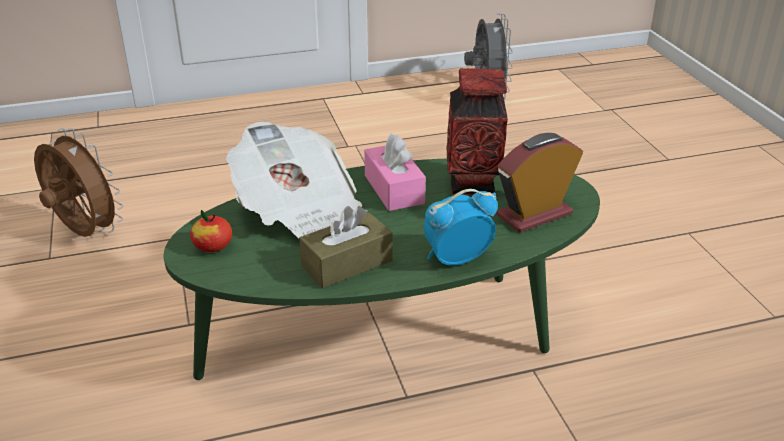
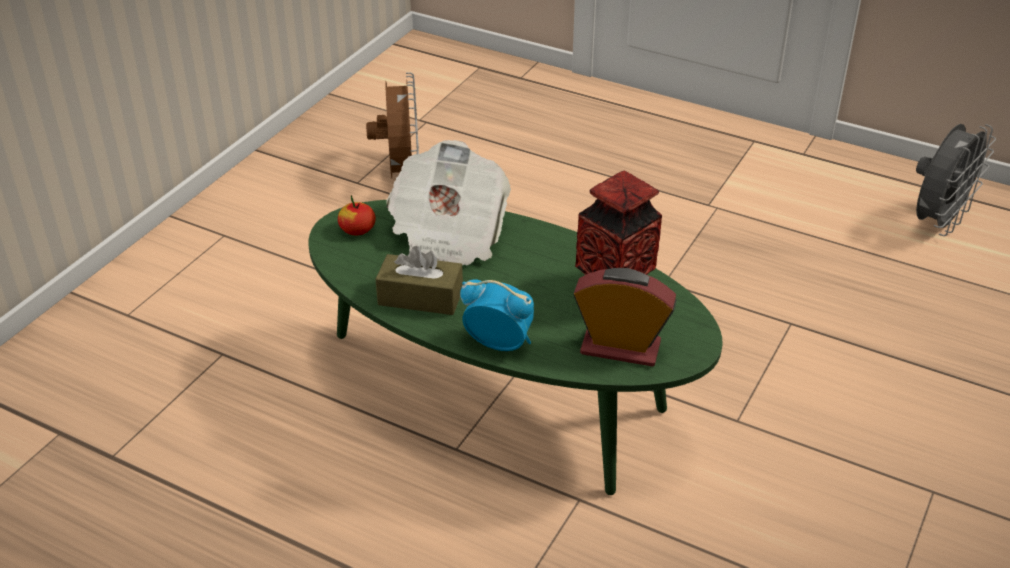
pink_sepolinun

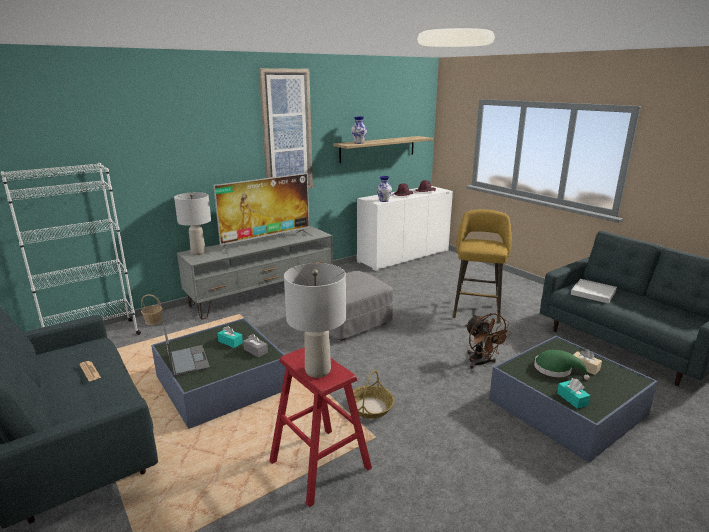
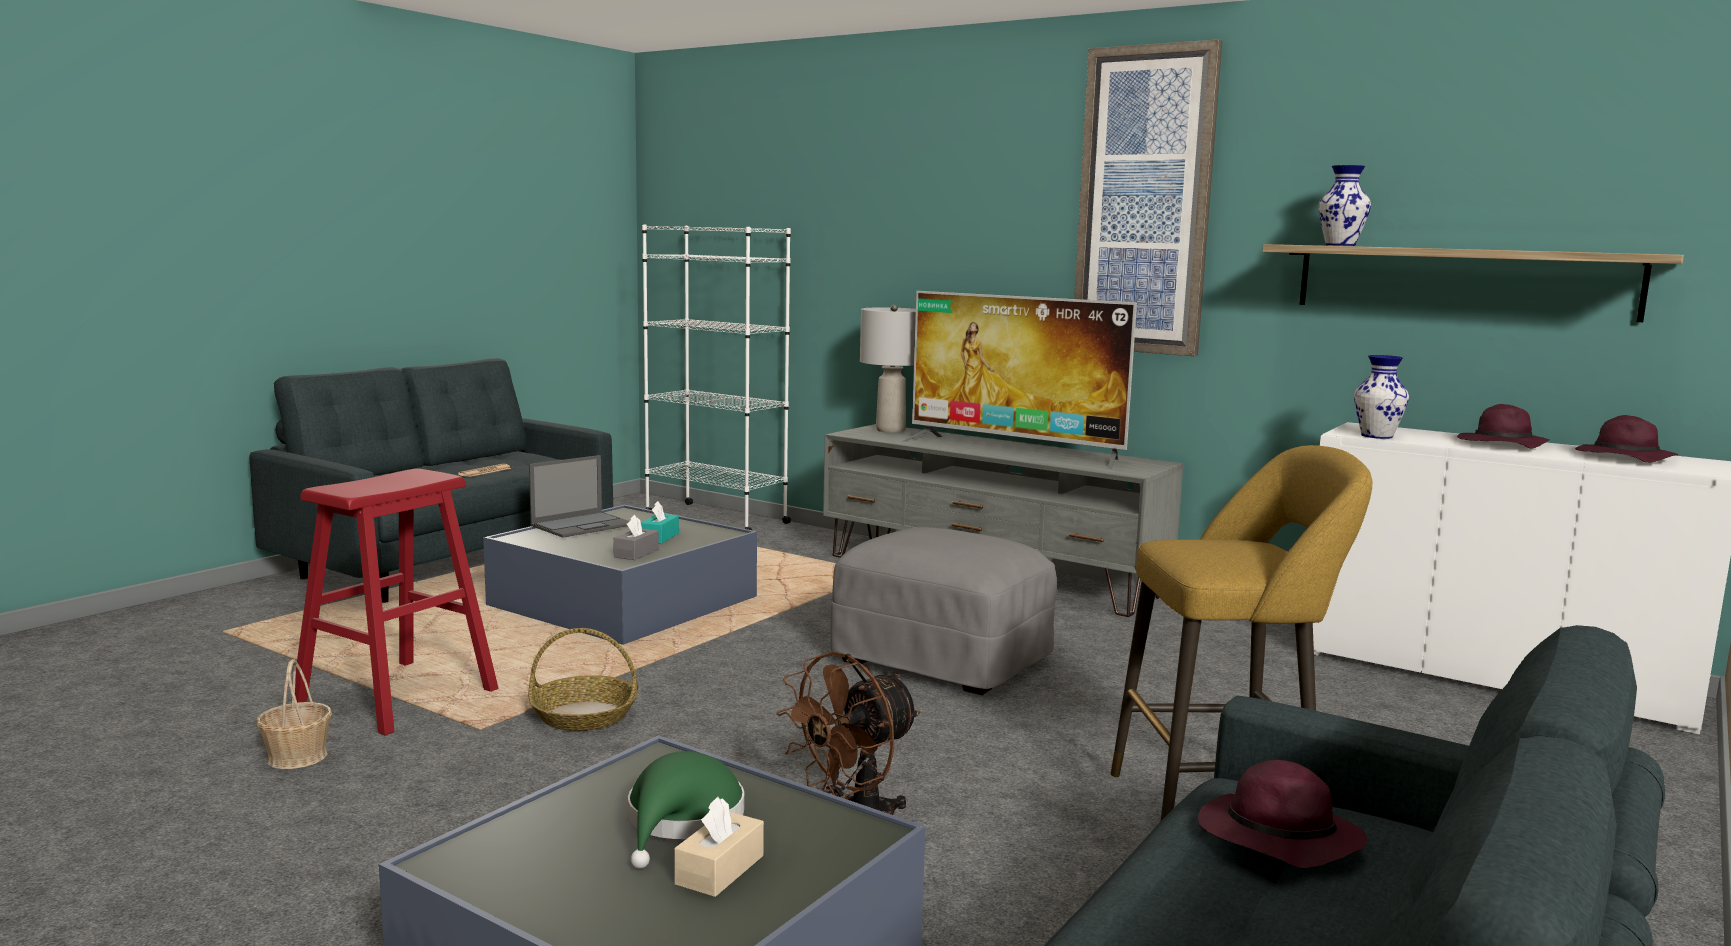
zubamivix (no. 1 from left)
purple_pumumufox (no. 1 from left)
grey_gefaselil (no. 2 from left in the first image)
turquoise_sepolinun (no. 2 from left in the first image)

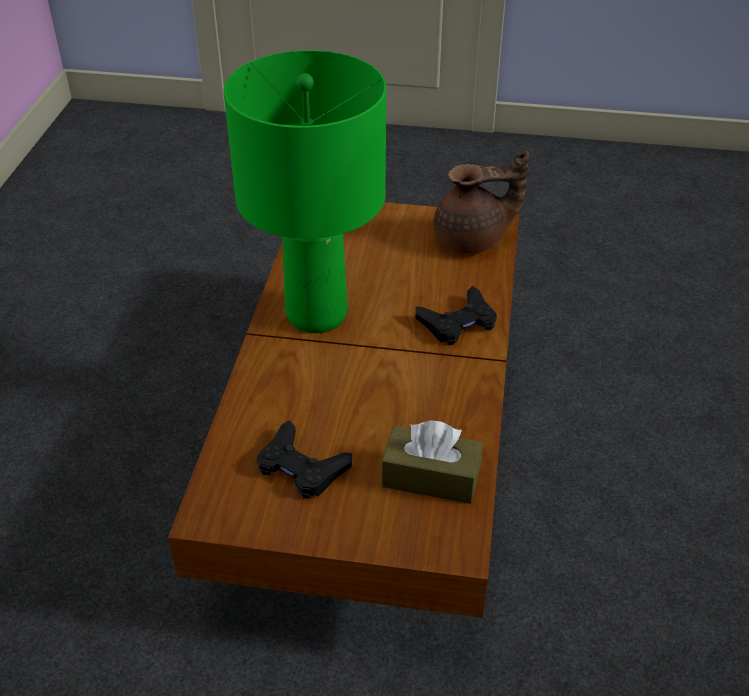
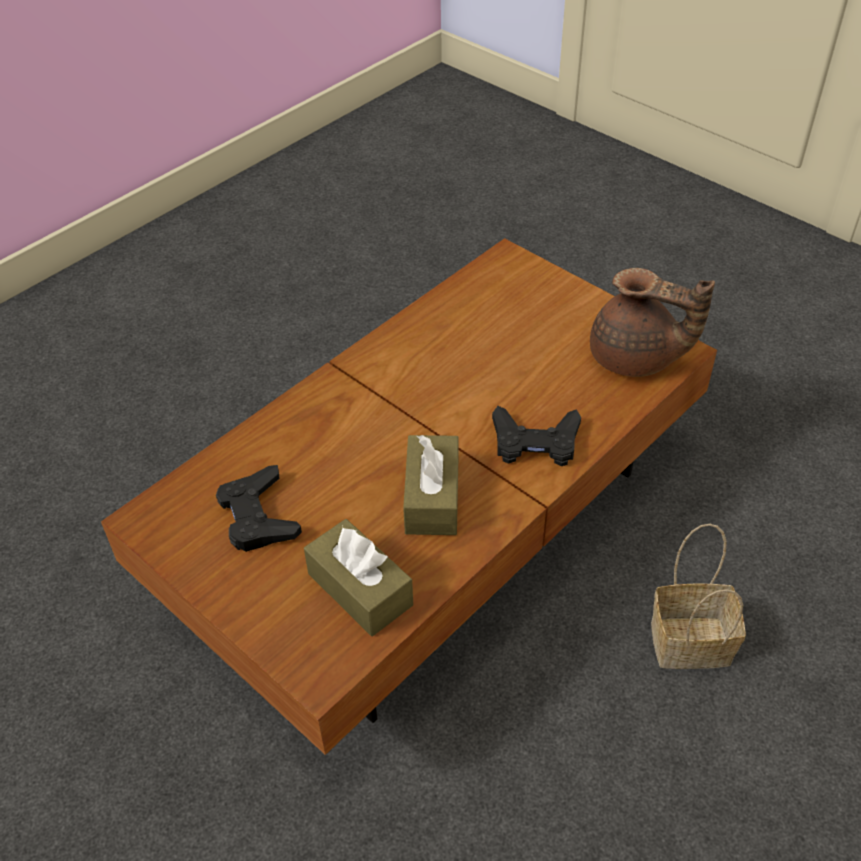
brown_sepolinun (no. 2 from left)
zubamivix
green_gefaselil

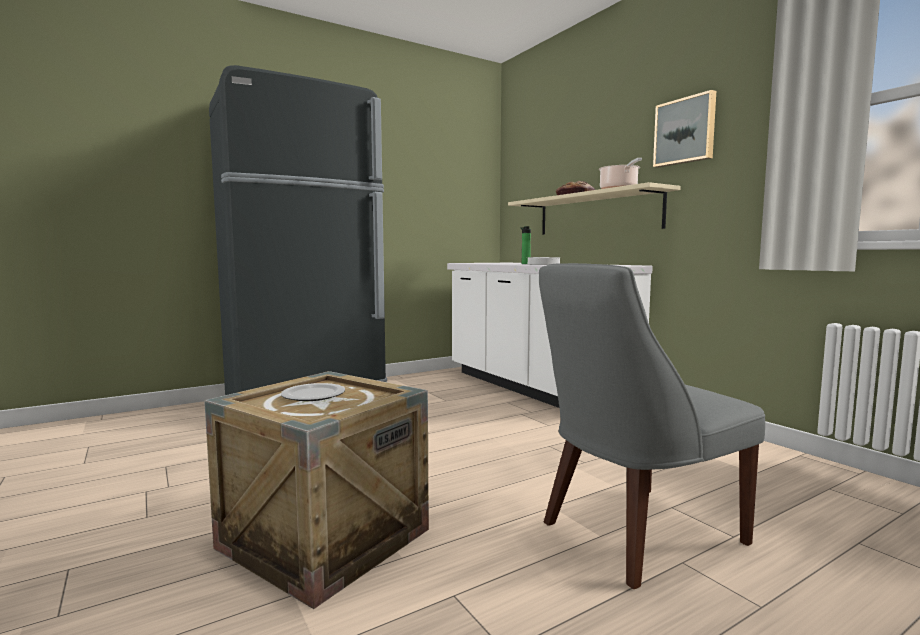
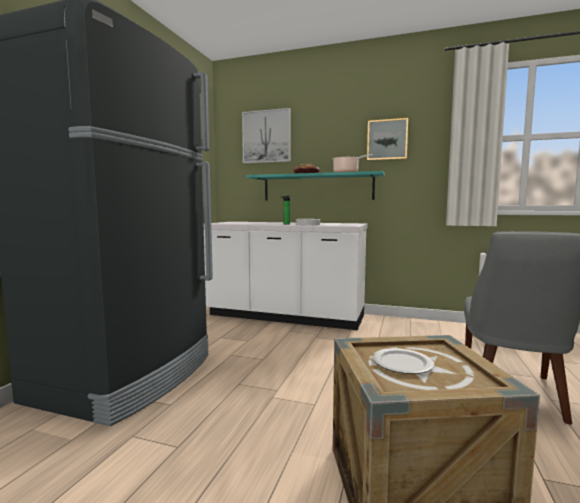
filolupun (no. 1 from left)
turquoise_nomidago

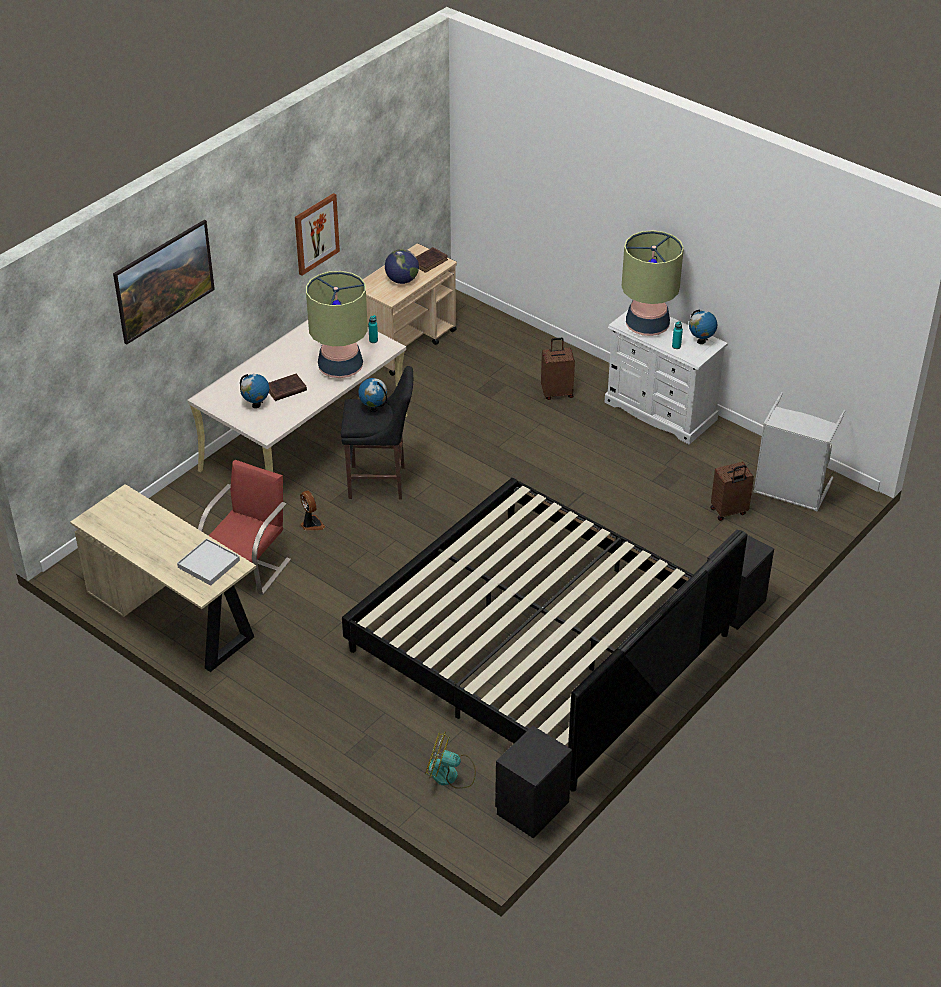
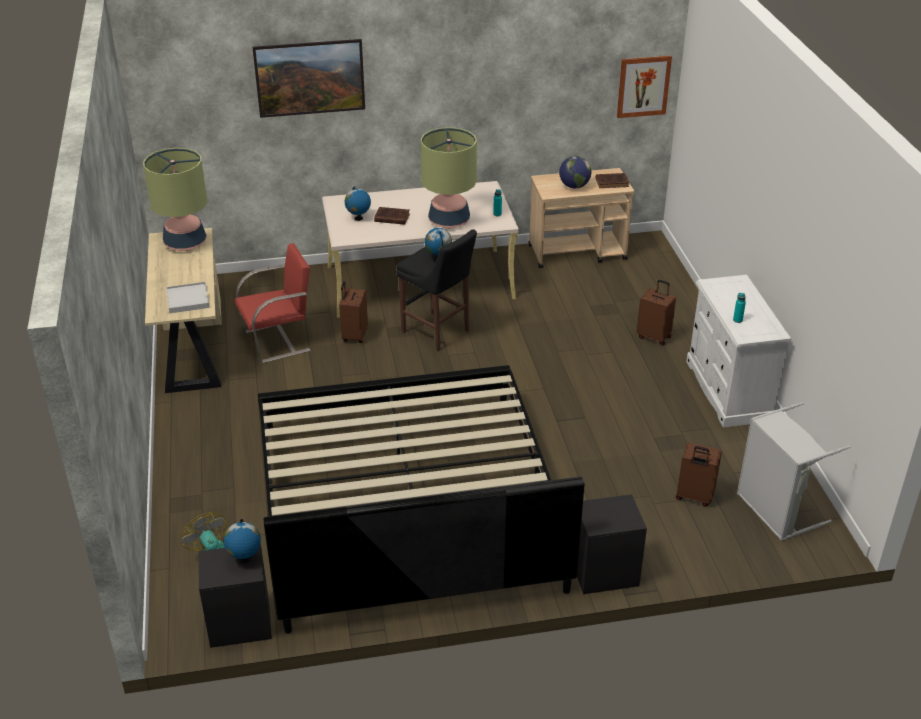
gefaselil (no. 1 from left)
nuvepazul (no. 1 from left)
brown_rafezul (no. 1 from left)
filolupun (no. 2 from left)

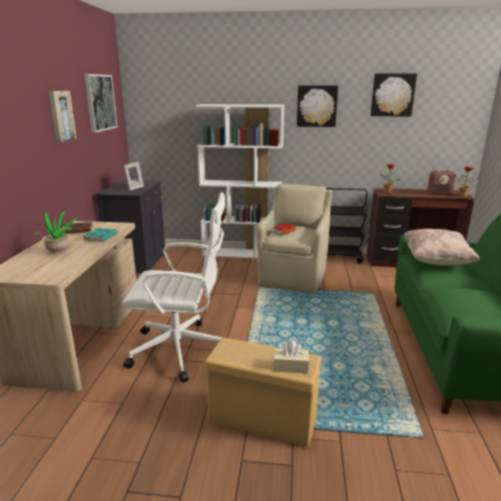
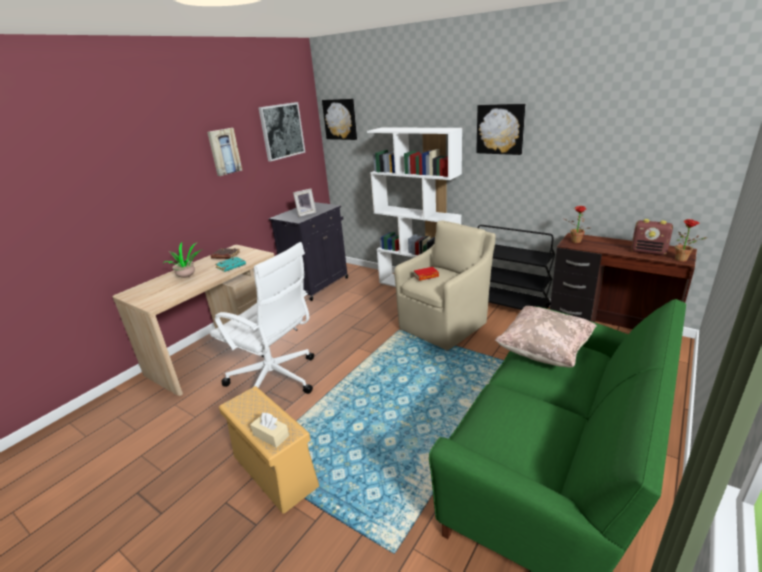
filolupun (no. 3 from left)

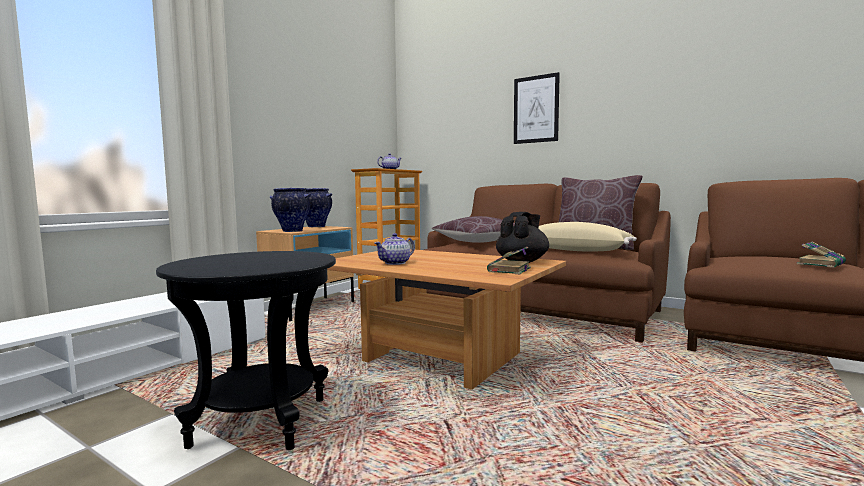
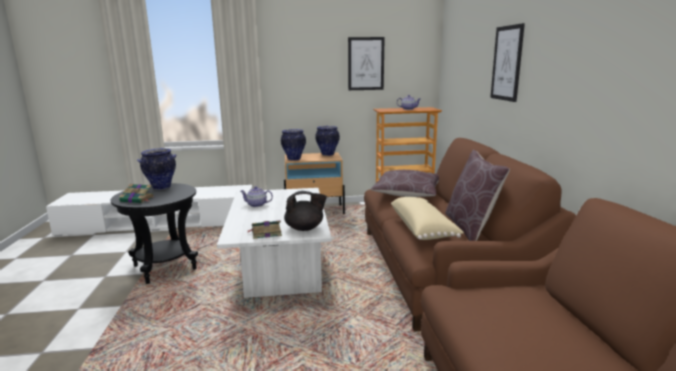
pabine (no. 1 from left)
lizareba (no. 1 from left)
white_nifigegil
filolupun (no. 1 from left)

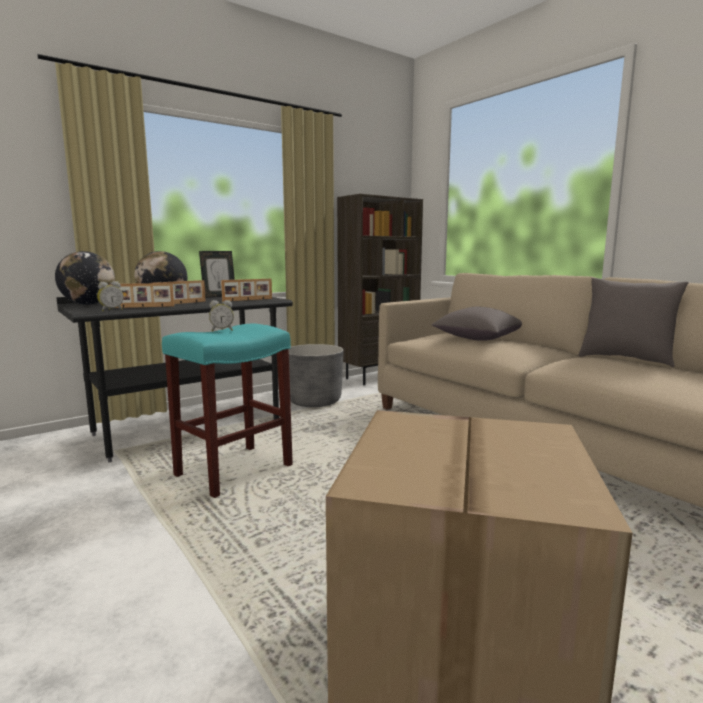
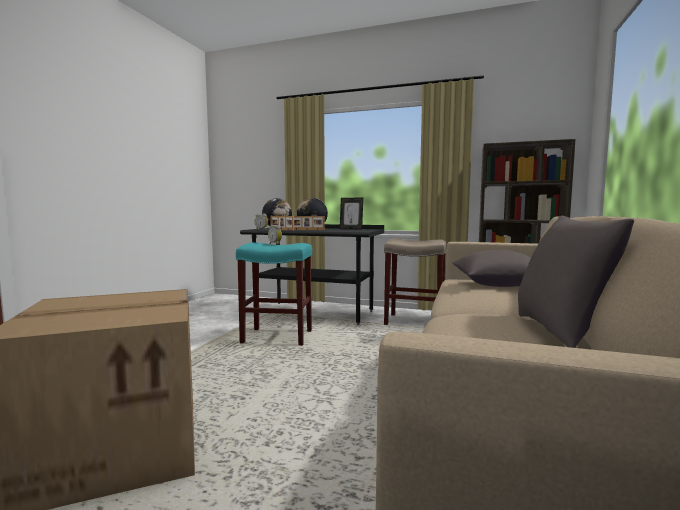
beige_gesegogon
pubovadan (no. 4 from left in the first image)

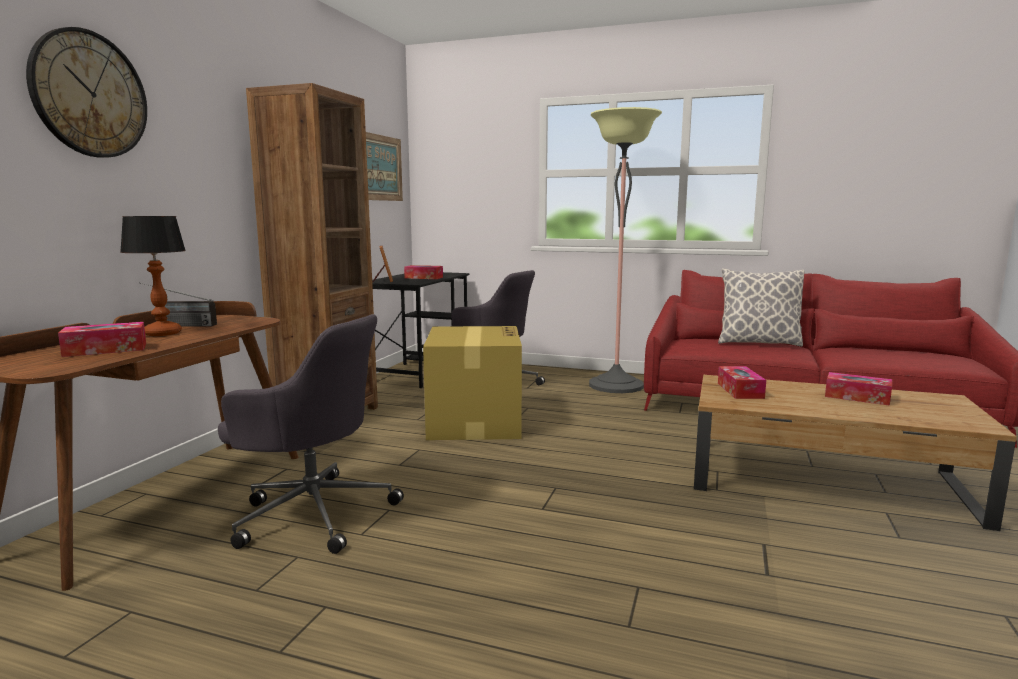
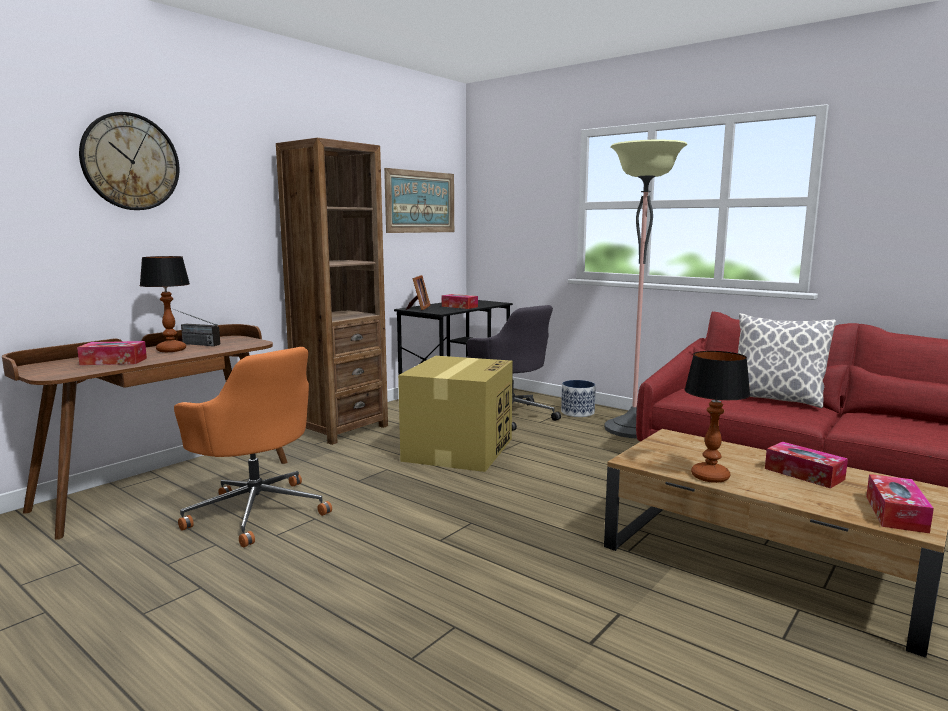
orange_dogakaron
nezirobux
gefaselil (no. 2 from left)
sepolinun (no. 4 from left)

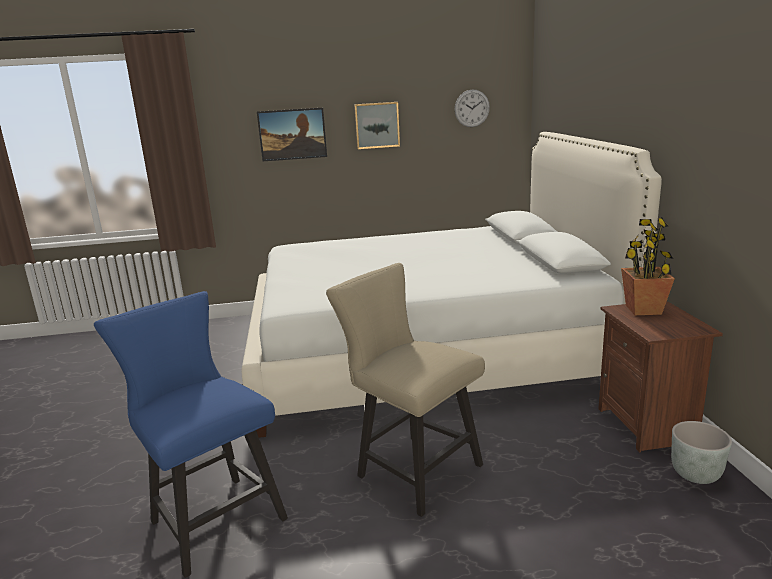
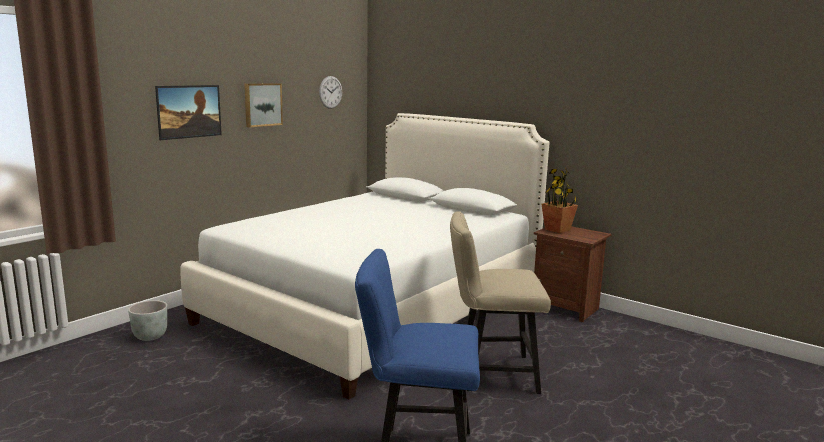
grey_nezirobux

